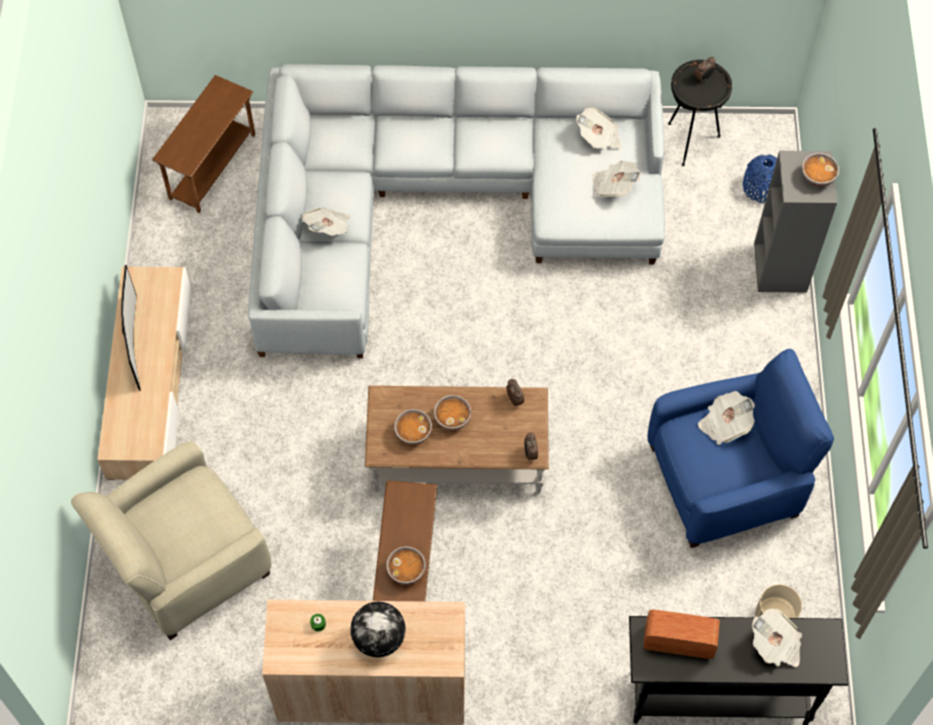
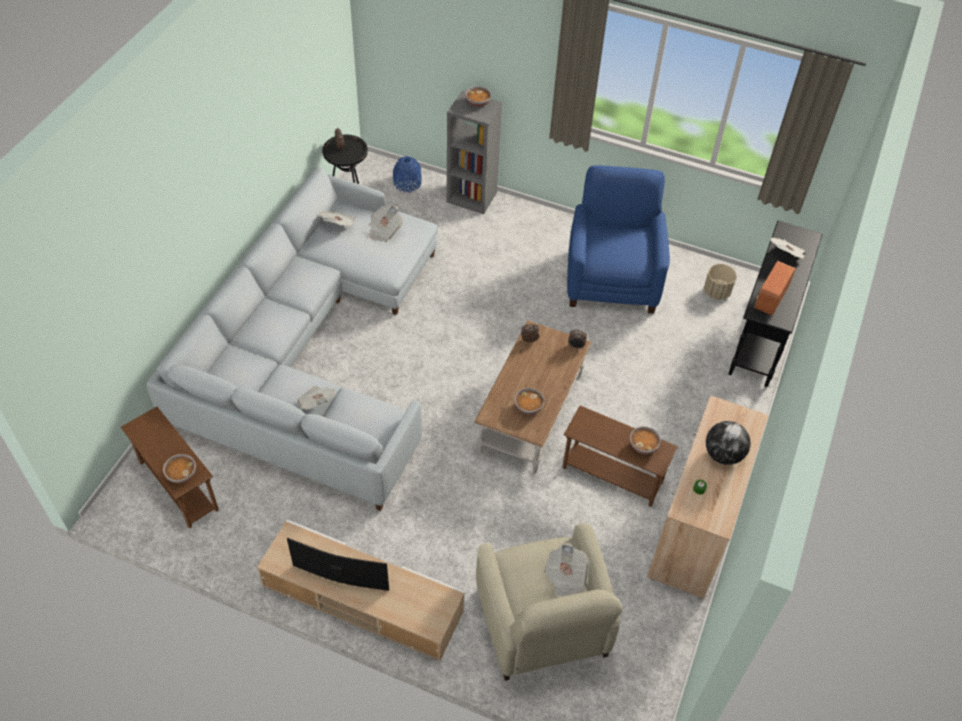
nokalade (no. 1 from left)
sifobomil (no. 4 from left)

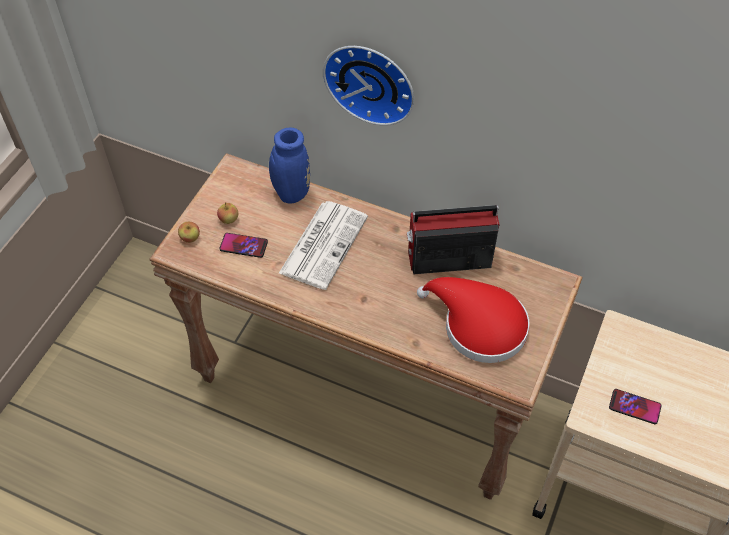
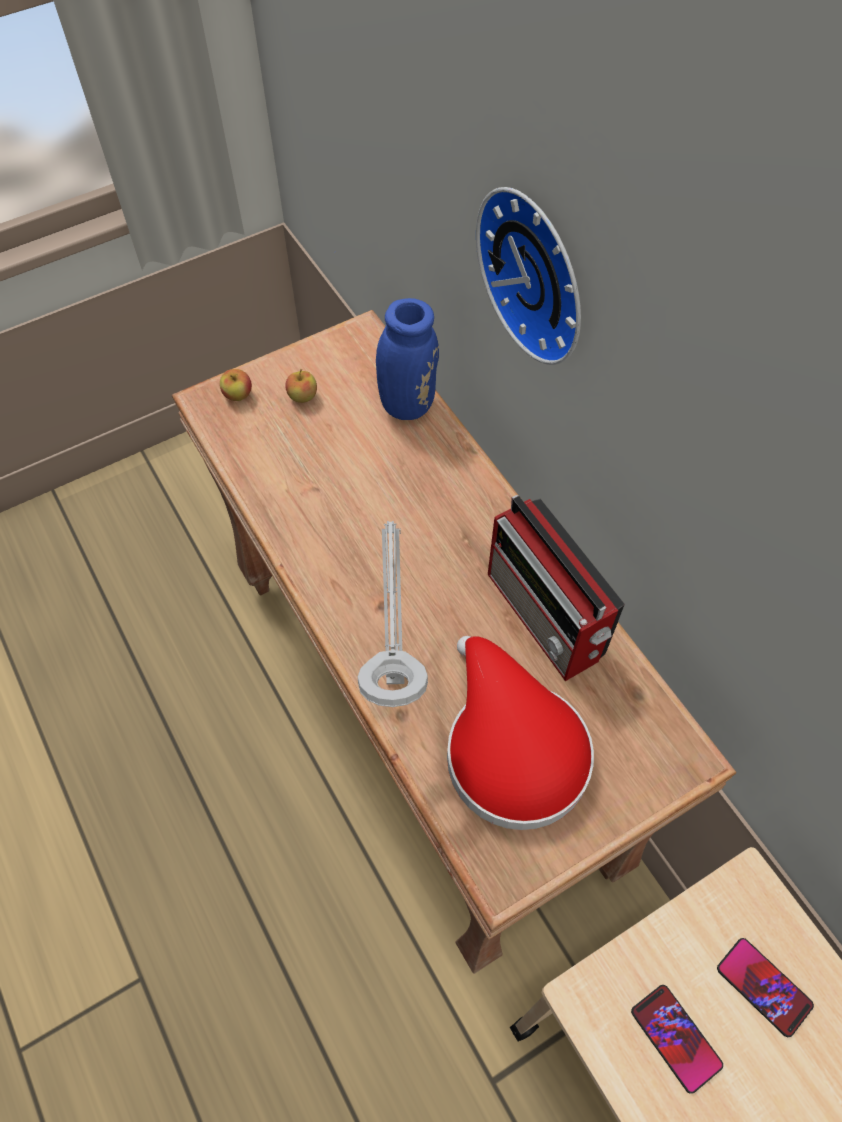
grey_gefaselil
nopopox
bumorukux (no. 2 from left)
sifobomil

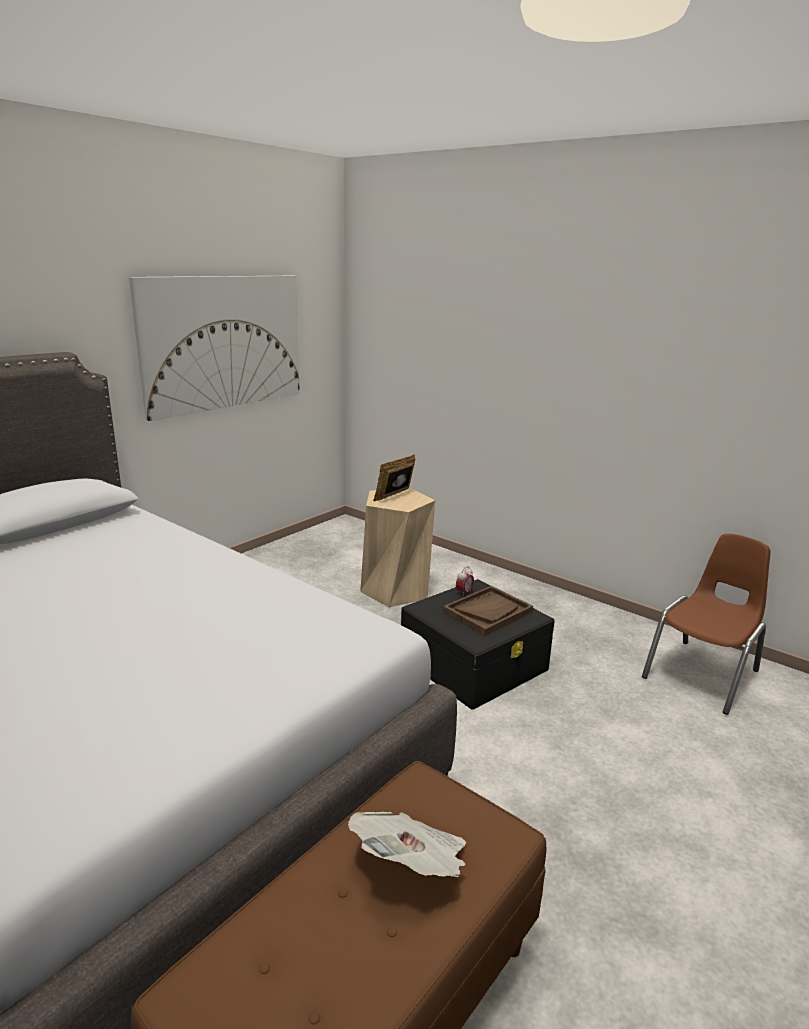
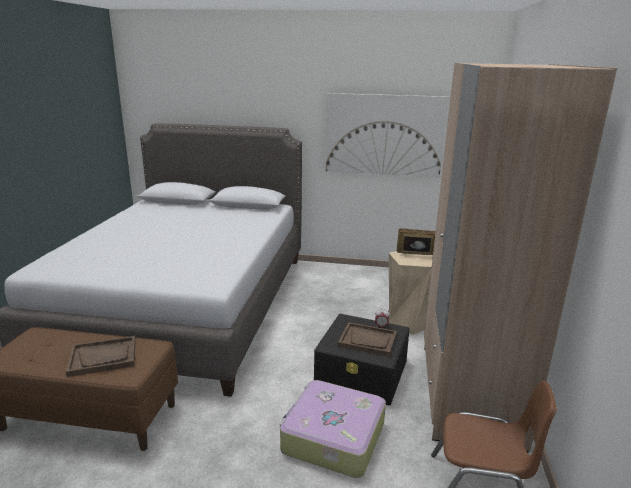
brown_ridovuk (no. 1 from left)
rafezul
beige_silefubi

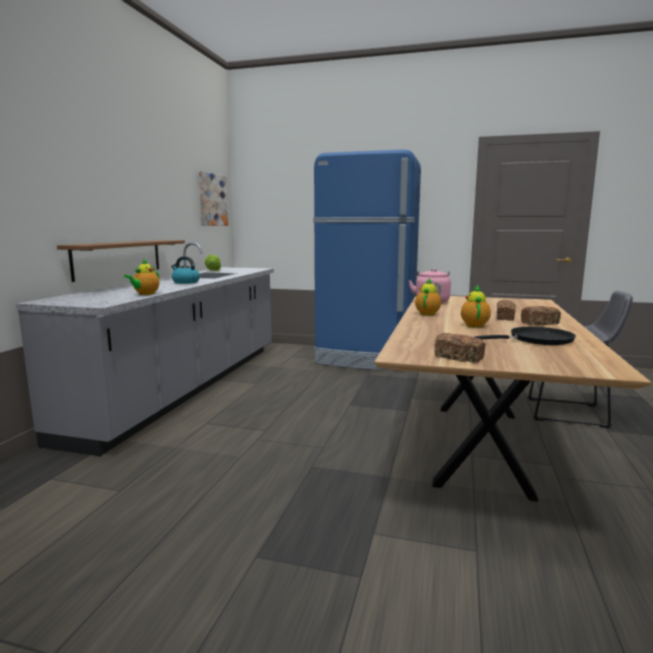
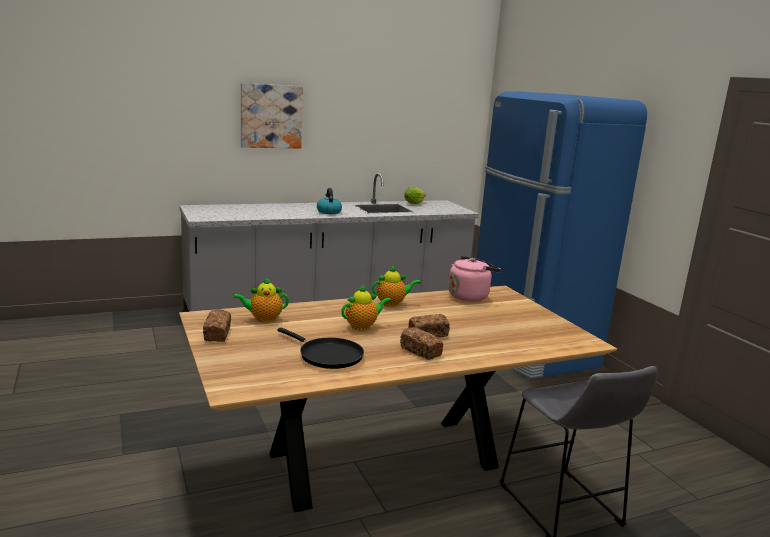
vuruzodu (no. 1 from left)
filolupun
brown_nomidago

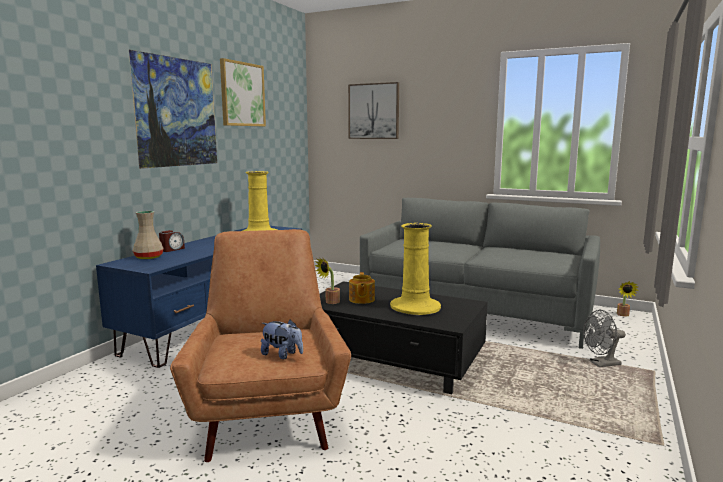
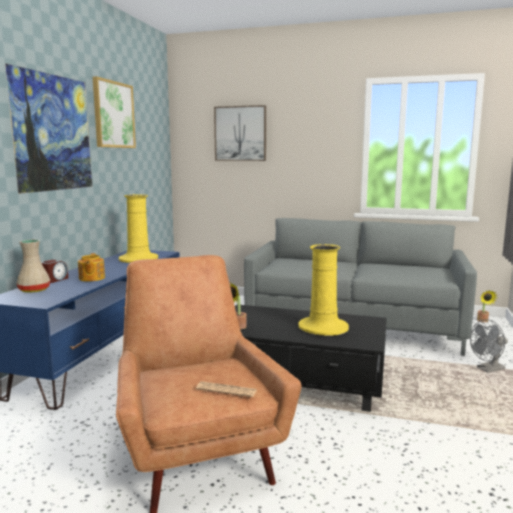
vuruzodu
sifobomil

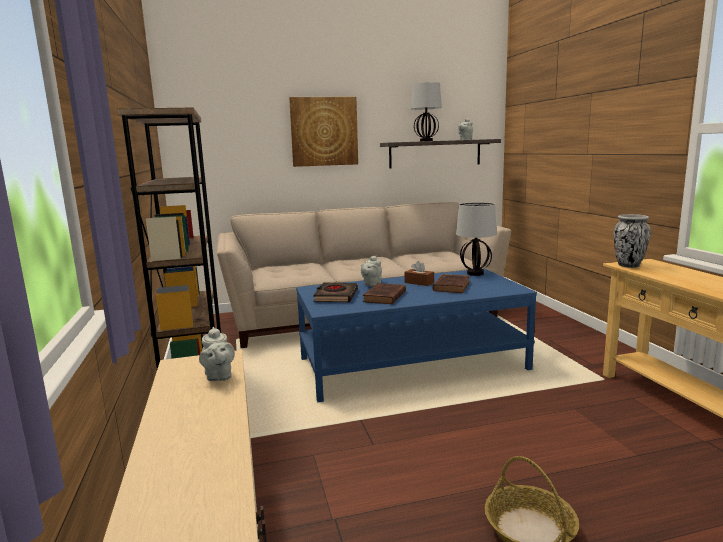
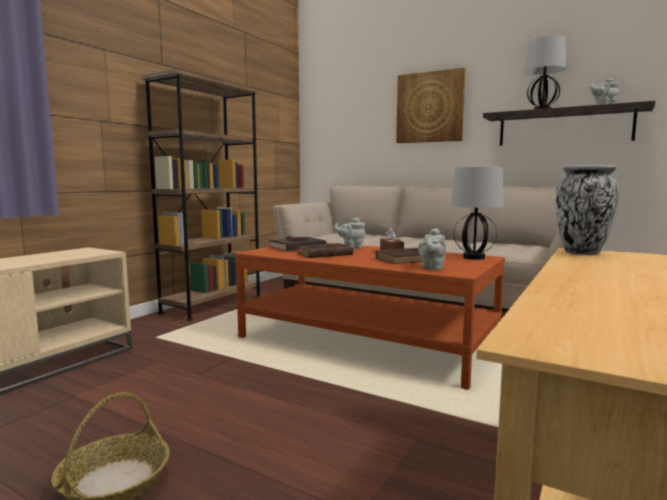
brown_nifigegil
grey_vuruzodu (no. 2 from left)

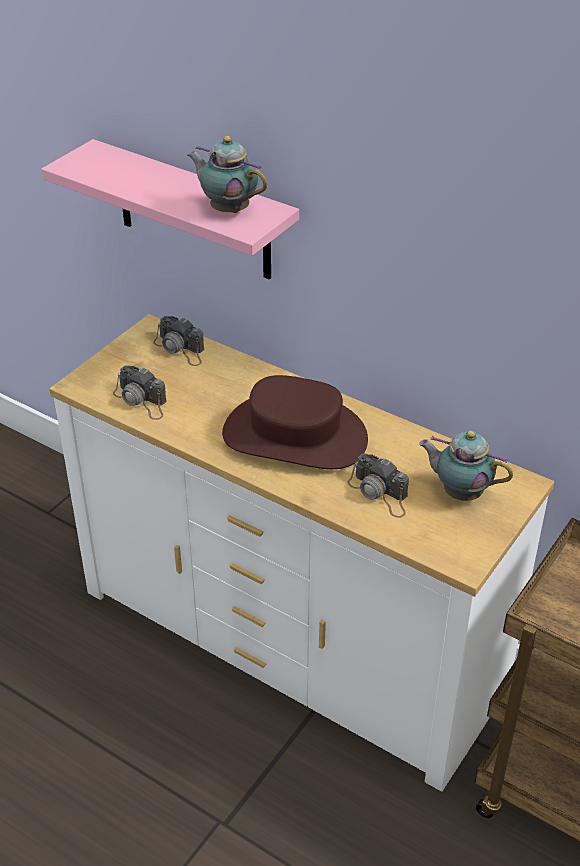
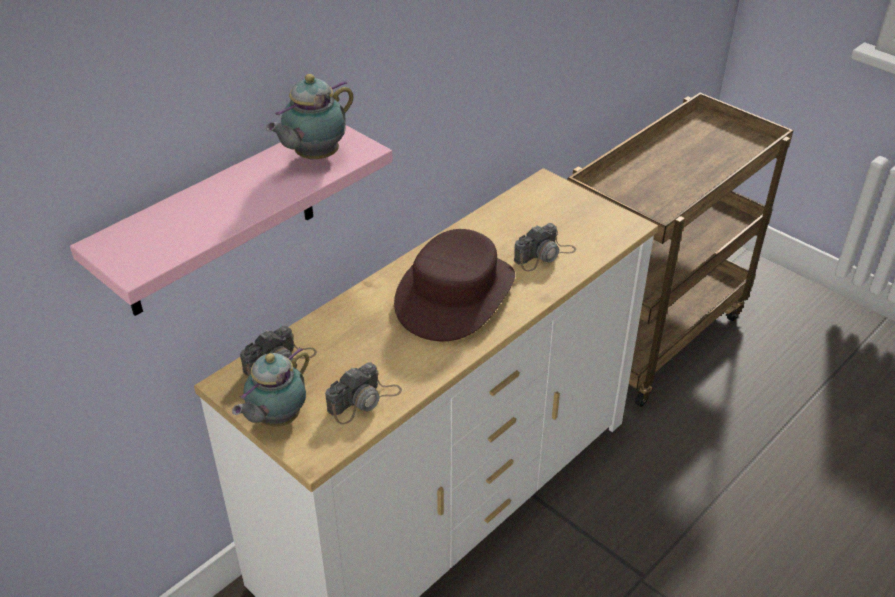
vuruzodu (no. 1 from left)

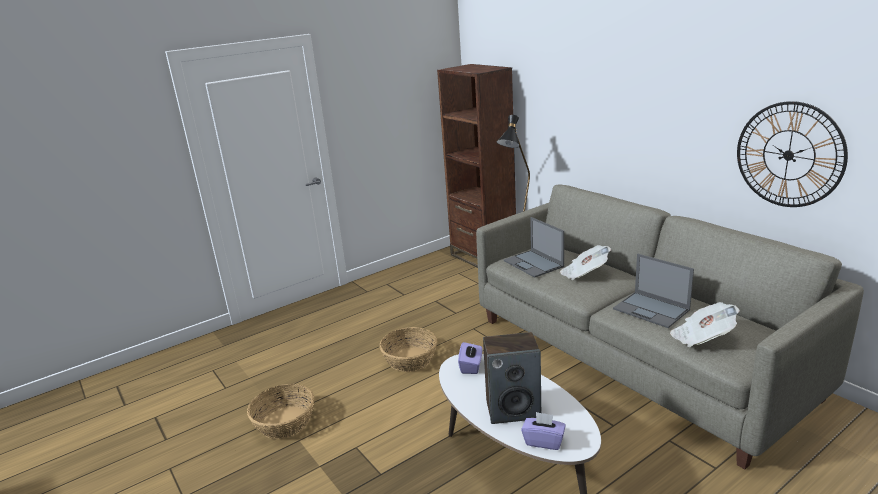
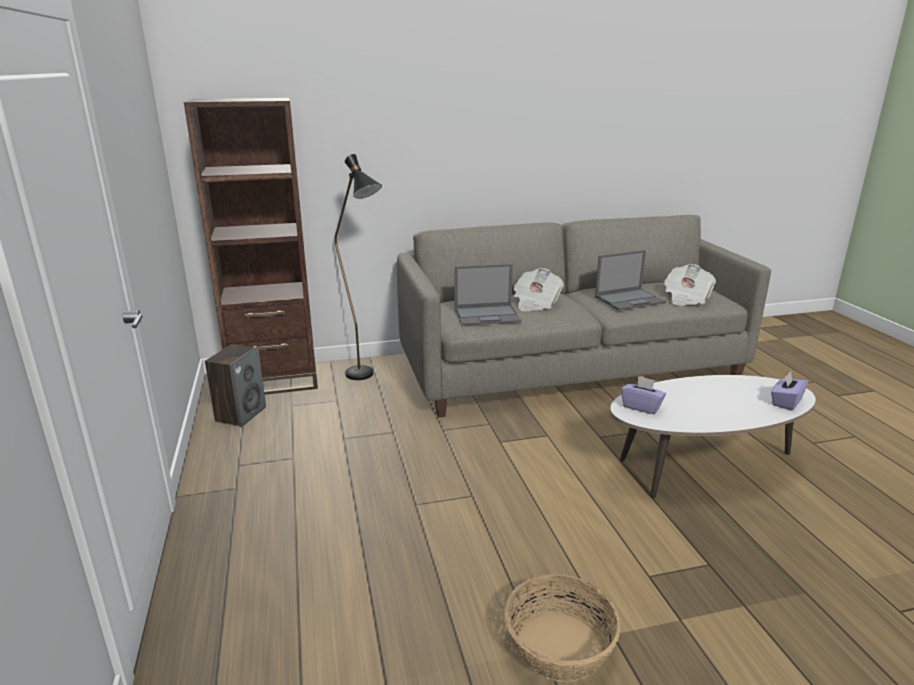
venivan
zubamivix (no. 2 from left in the first image)
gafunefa

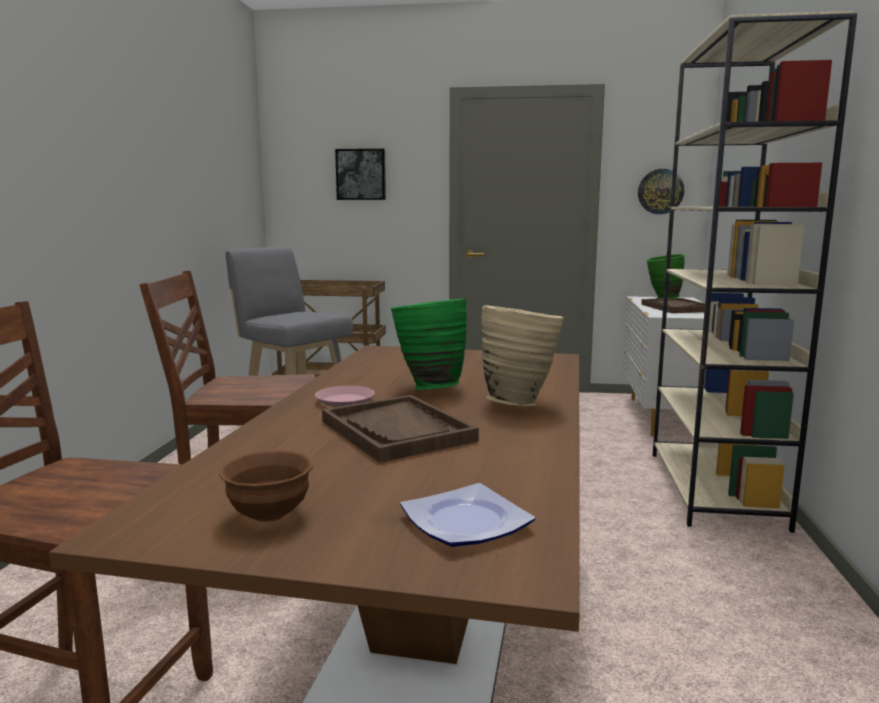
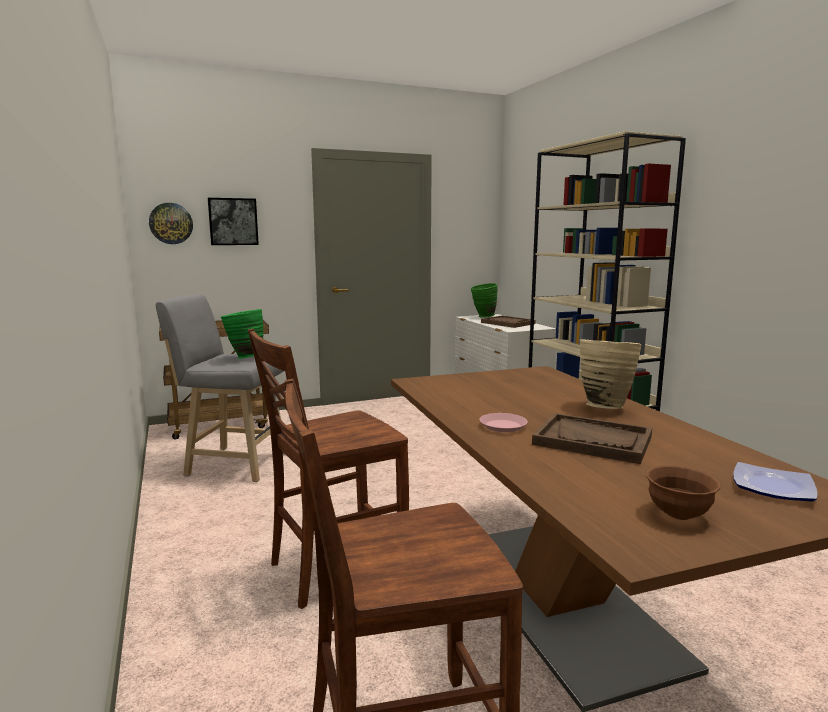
gafunefa
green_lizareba (no. 1 from left)

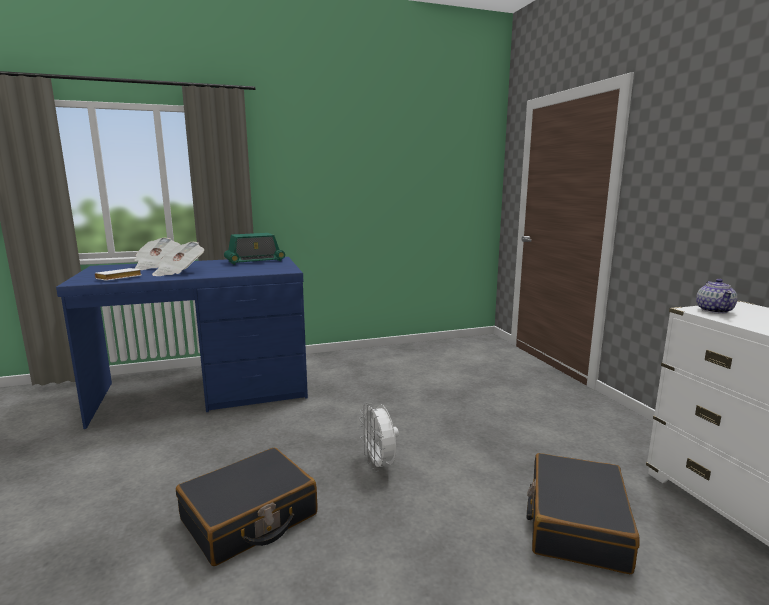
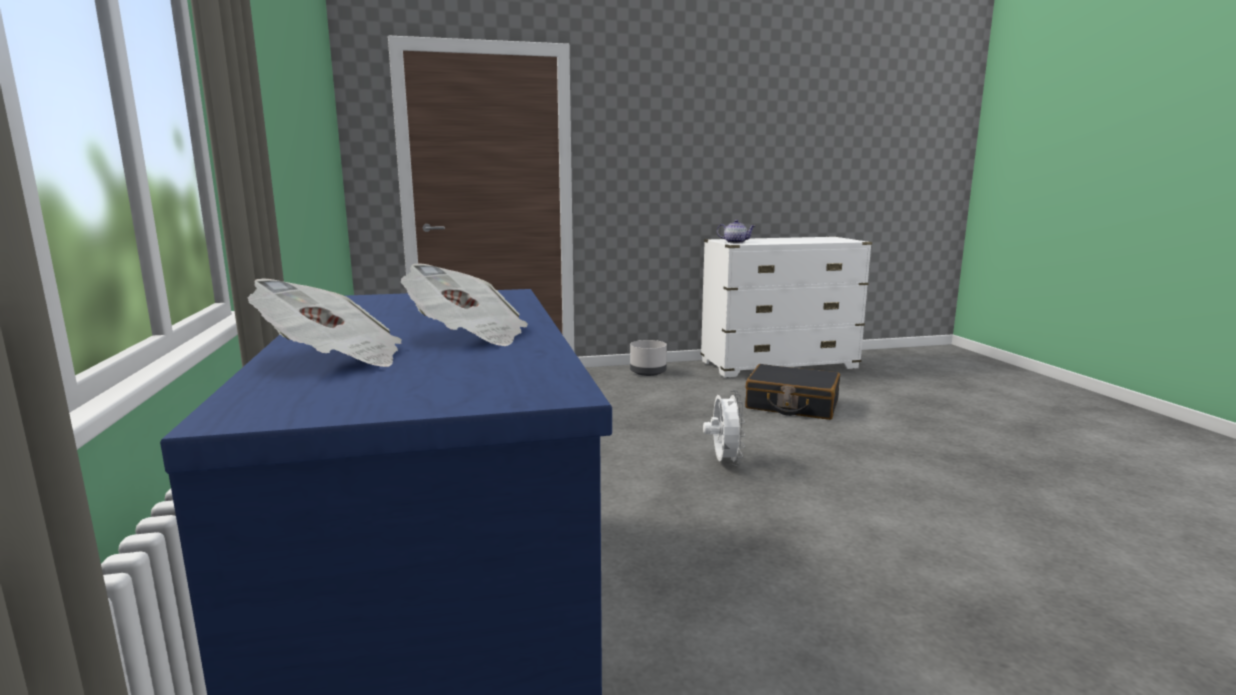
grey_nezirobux
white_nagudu
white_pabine
black_rafezul (no. 1 from left in the first image)
nopopox

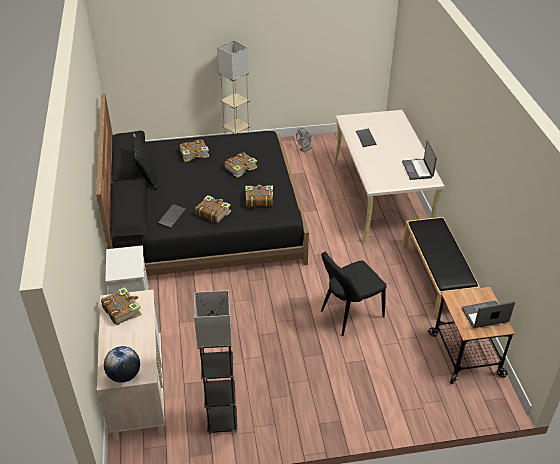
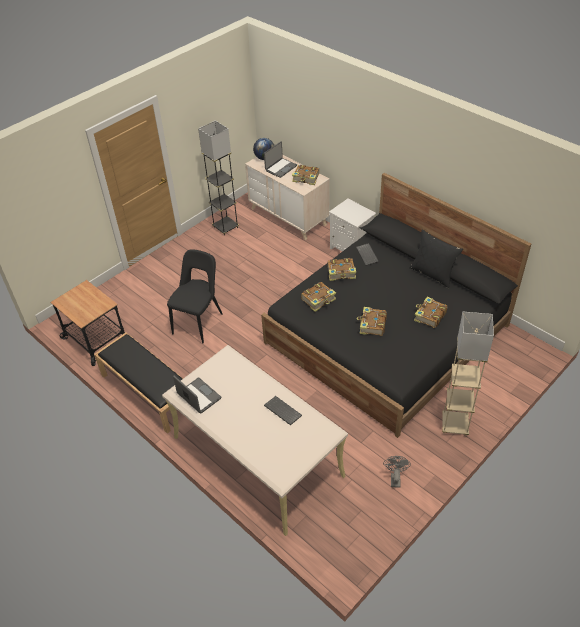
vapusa (no. 2 from left)

